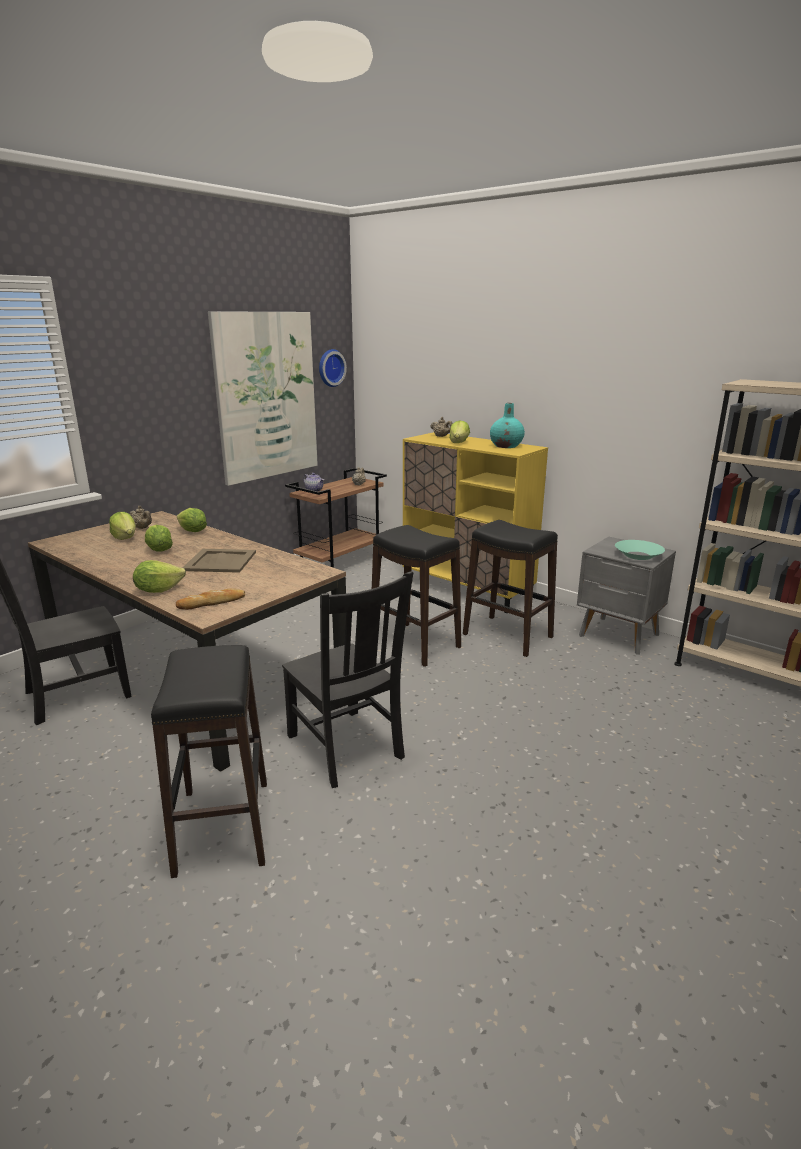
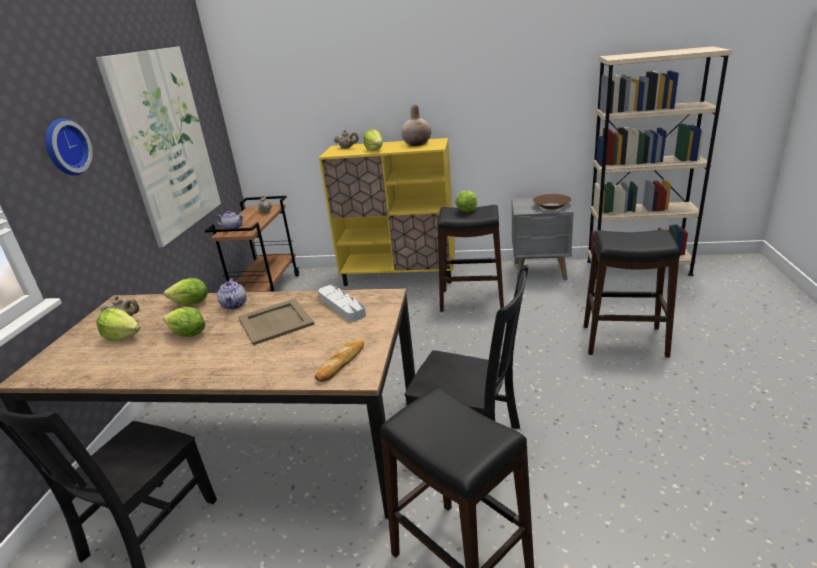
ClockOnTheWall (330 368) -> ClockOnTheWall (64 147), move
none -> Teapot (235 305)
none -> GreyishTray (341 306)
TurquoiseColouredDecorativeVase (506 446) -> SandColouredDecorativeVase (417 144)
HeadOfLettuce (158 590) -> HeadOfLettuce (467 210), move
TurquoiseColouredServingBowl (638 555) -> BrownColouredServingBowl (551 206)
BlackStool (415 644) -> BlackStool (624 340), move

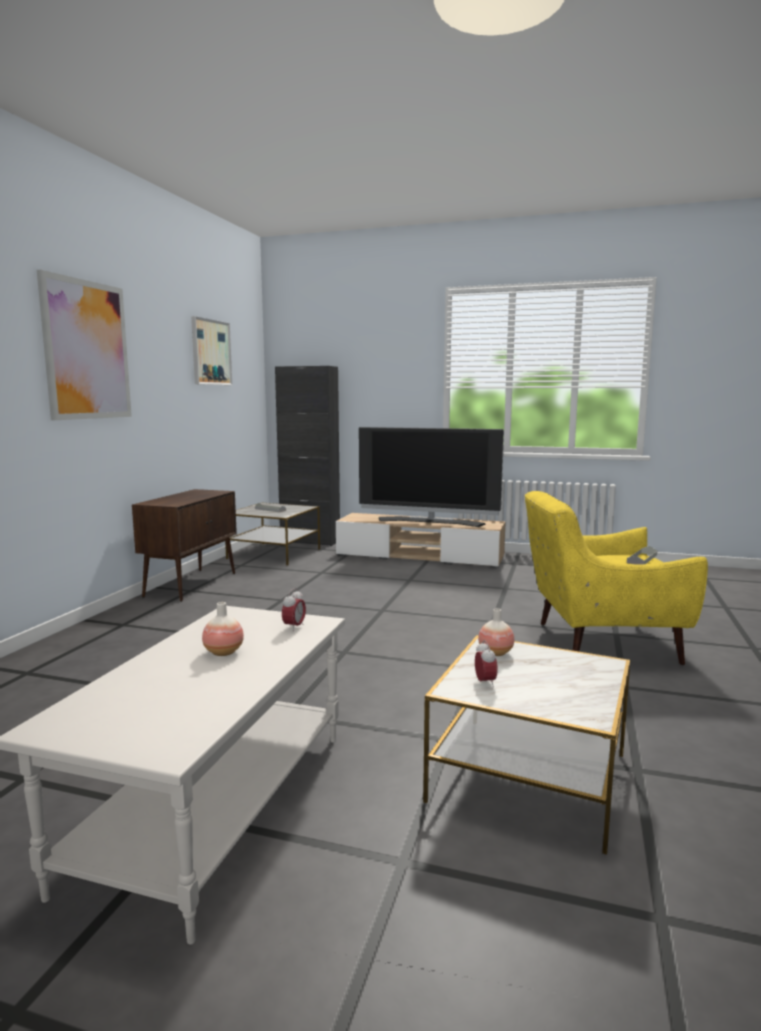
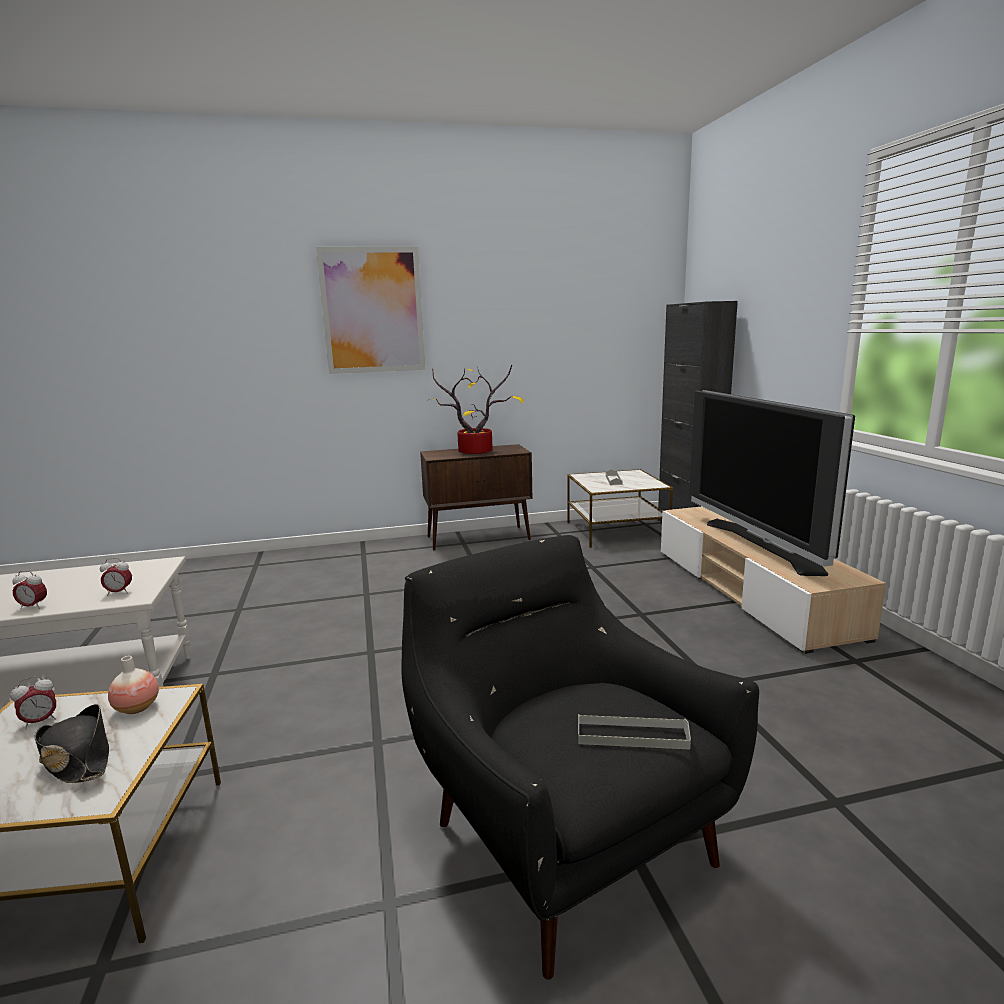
none -> BedsideClock (33 607)
none -> BlackHat (77 757)
YellowColouredEasyChair (597 642) -> BlackEasyChair (564 833)
none -> Houseplant (477 451)
WallArt (210 352) -> none
DecorativeVase (223 652) -> none

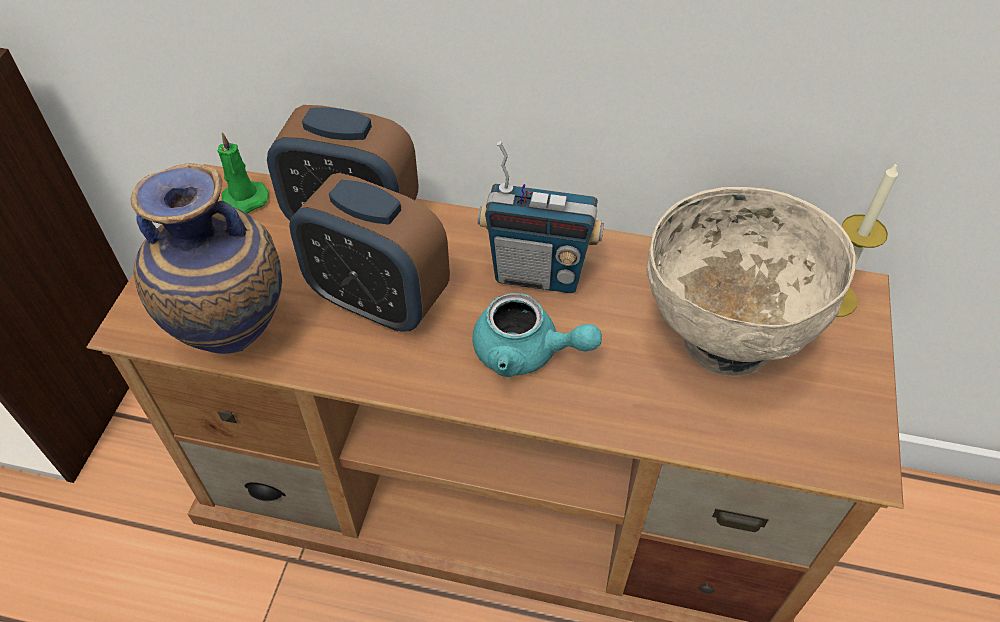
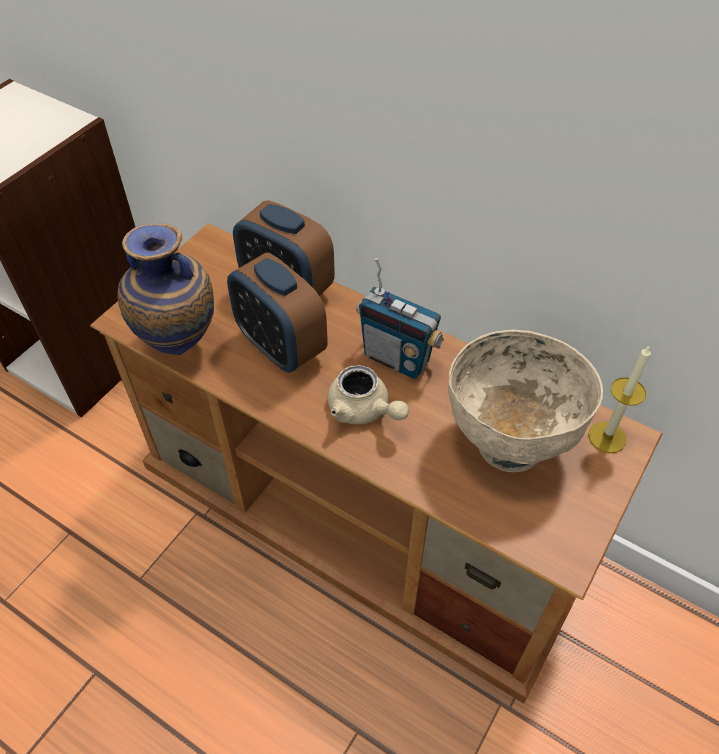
TurquoiseColouredTeapot (527 353) -> SandColouredTeapot (364 410)
GreenColouredCandle (242 202) -> none

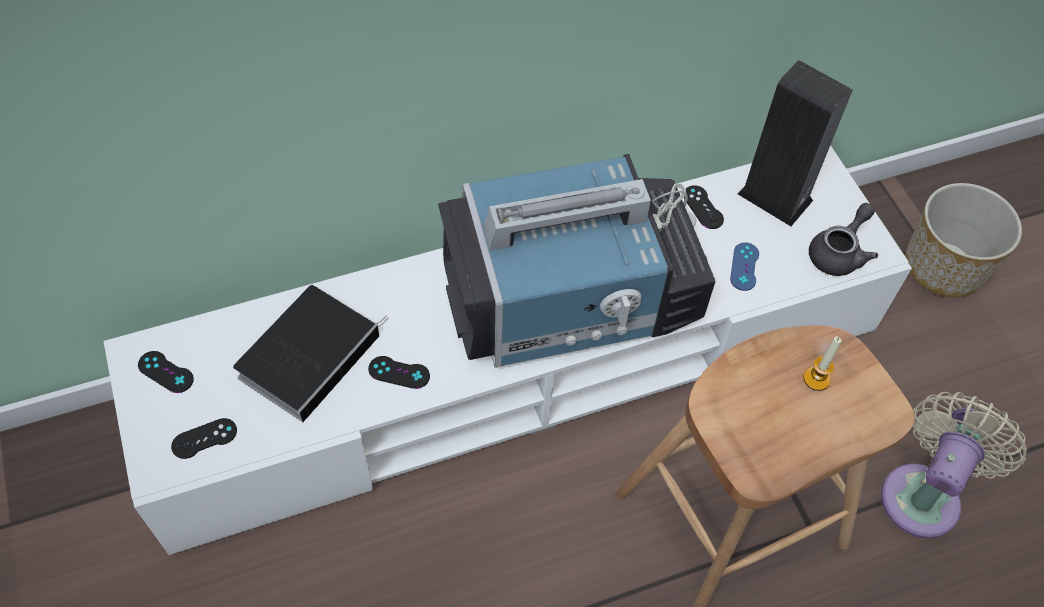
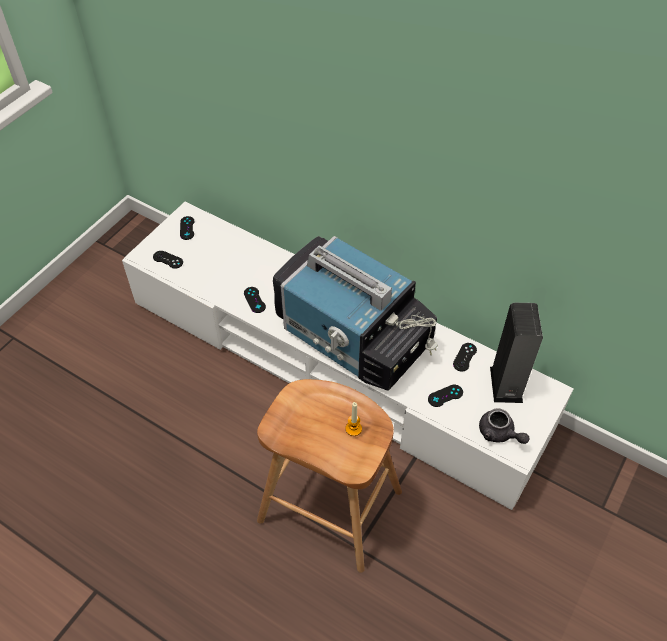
BluishGameController (744 266) -> BlackGameController (445 396)
GreyishTeapot (839 253) -> GreyishTeapot (499 434), 45 degrees clockwise
BoundBook (311 353) -> none
SandColouredElectricFan (924 493) -> none
Planter (943 265) -> none

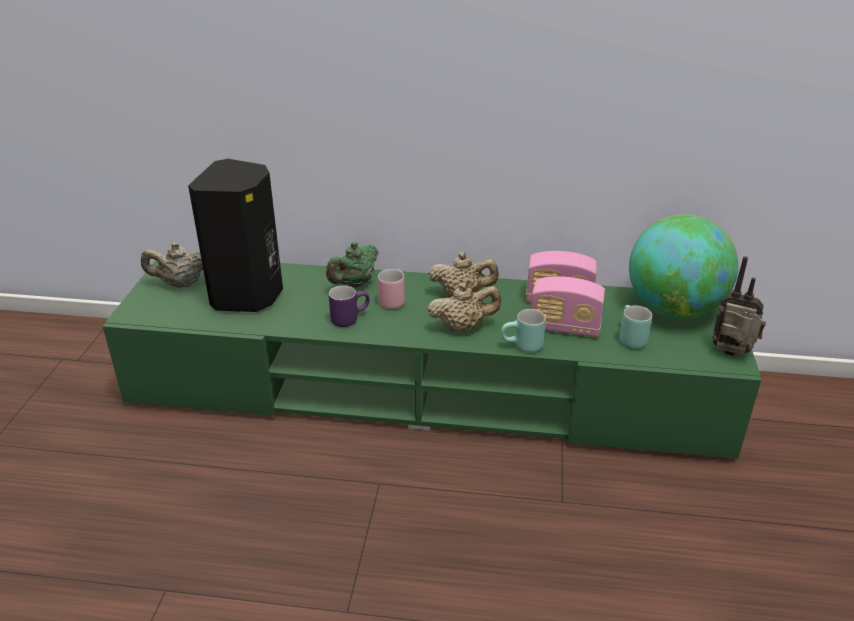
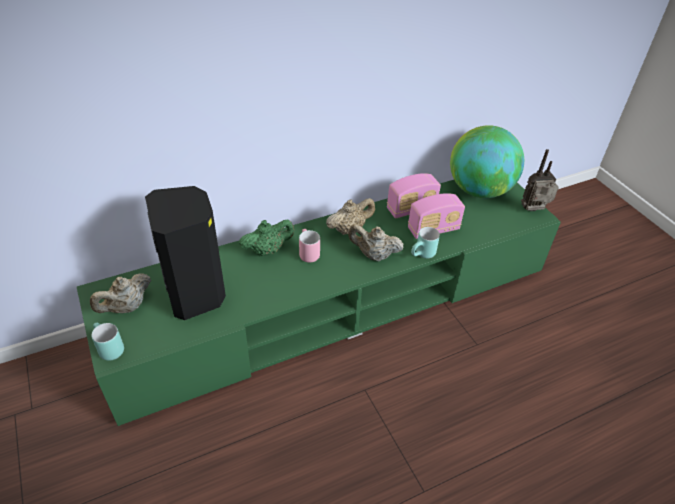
TurquoiseColouredMug (628 338) -> TurquoiseColouredMug (107 349), move
GreenColouredTeapot (354 284) -> GreenColouredTeapot (267 250), 120 degrees counterclockwise
SandColouredTeapot (463 327) -> SandColouredTeapot (374 255), 120 degrees counterclockwise
PurpleColouredMug (349 318) -> none

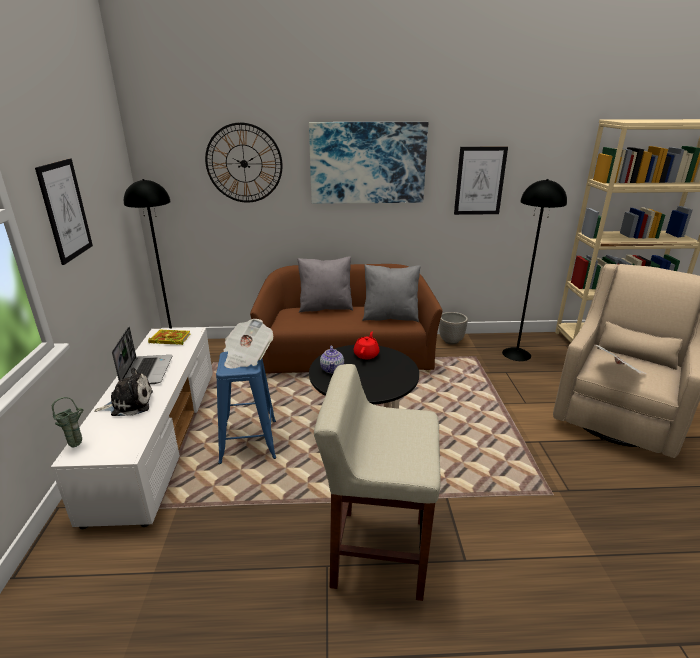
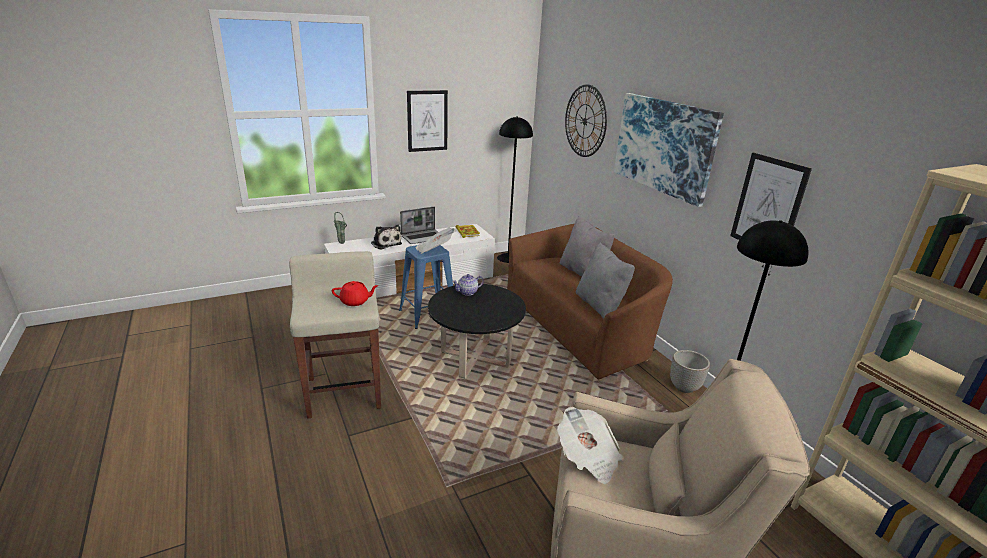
ReddishTeapot (366 354) -> ReddishTeapot (355 301), move

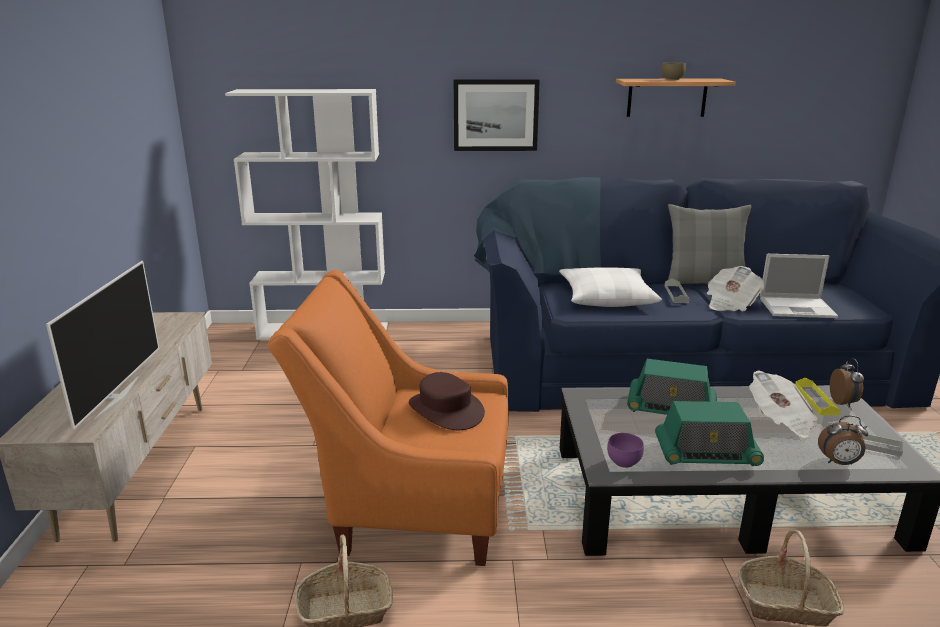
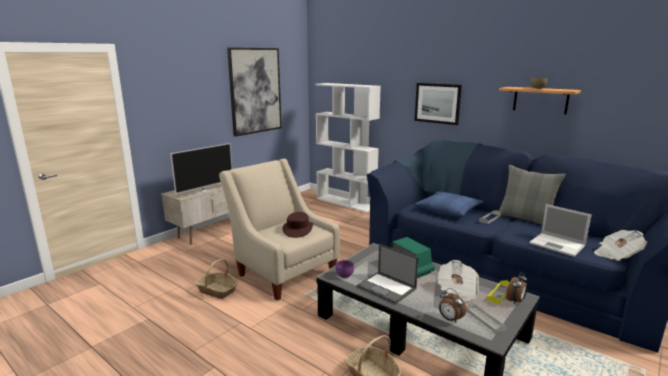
OrangeEasyChair (409 506) -> SandColouredEasyChair (282 271)
none -> WallArt (255 91)
Radio (706 454) -> Laptop (387 288)
WhitishCushion (606 297) -> BluishCushion (448 210)
PrintedPaper (730 303) -> PrintedPaper (617 255), move

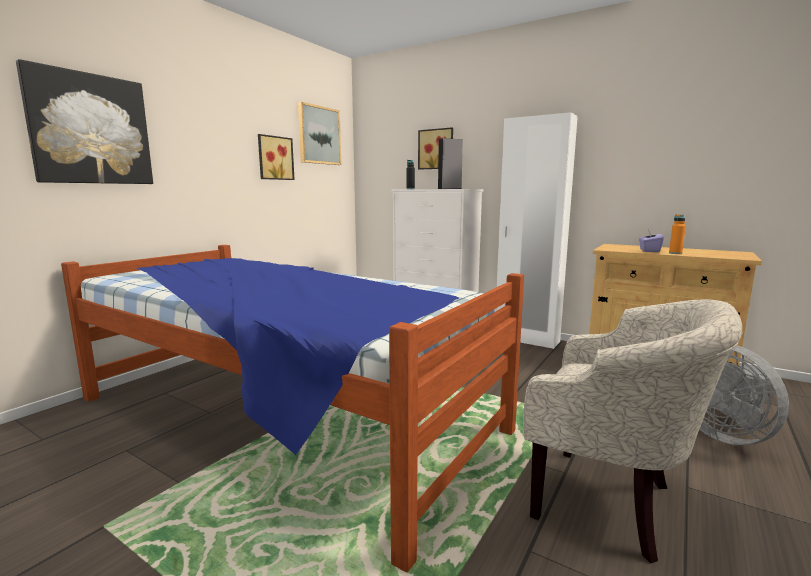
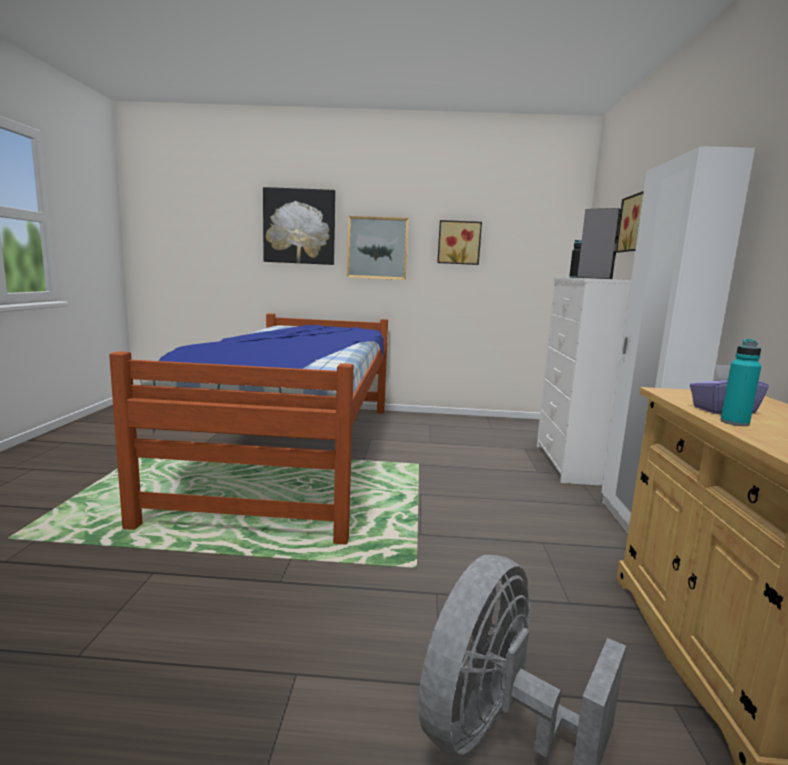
WallArt (319 135) -> WallArt (377 248), move
OrangeBottle (675 253) -> TurquoiseColouredBottle (734 422)
SandColouredEasyChair (611 503) -> none

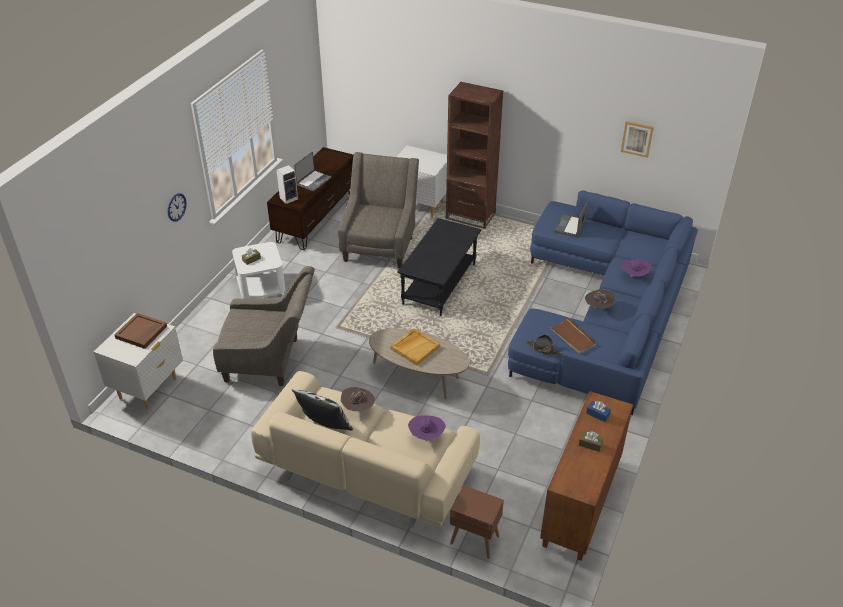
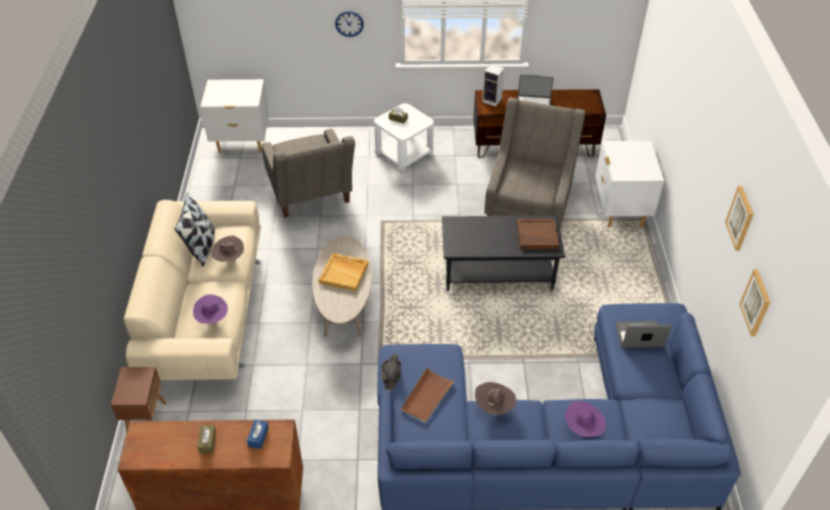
GreyishEasyChair (380 244) -> GreyishEasyChair (529 205), 60 degrees counterclockwise
BrownColouredTray (141 332) -> BrownColouredTray (536 235), move
none -> WallArt (740 218)
BrownColouredShelvingUnit (470 216) -> none

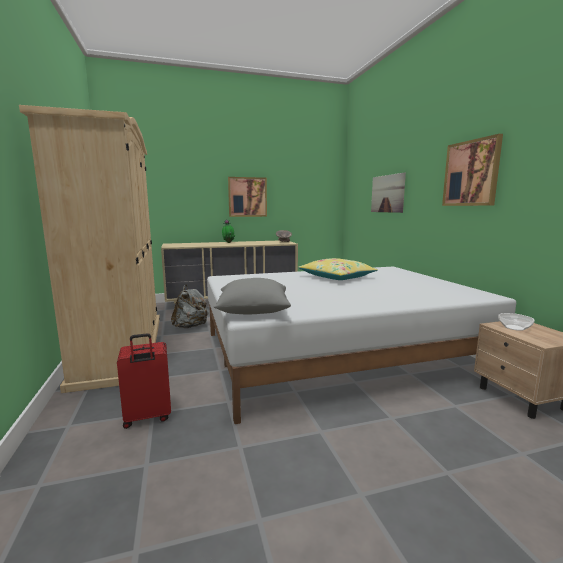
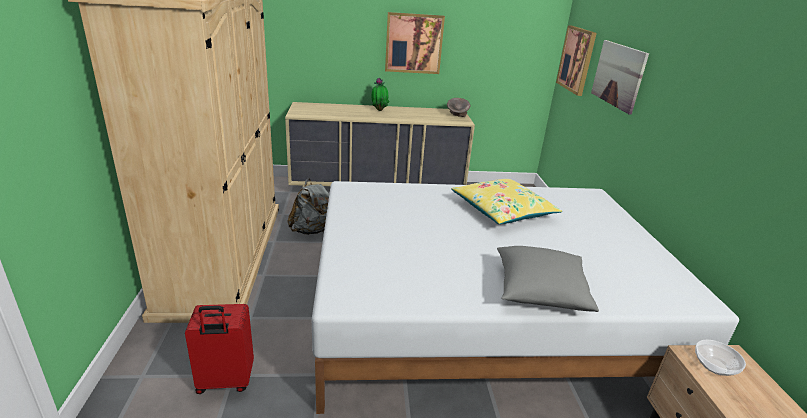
GreyishCushion (253 311) -> GreyishCushion (539 292), move
WallArt (471 173) -> WallArt (576 59), move

